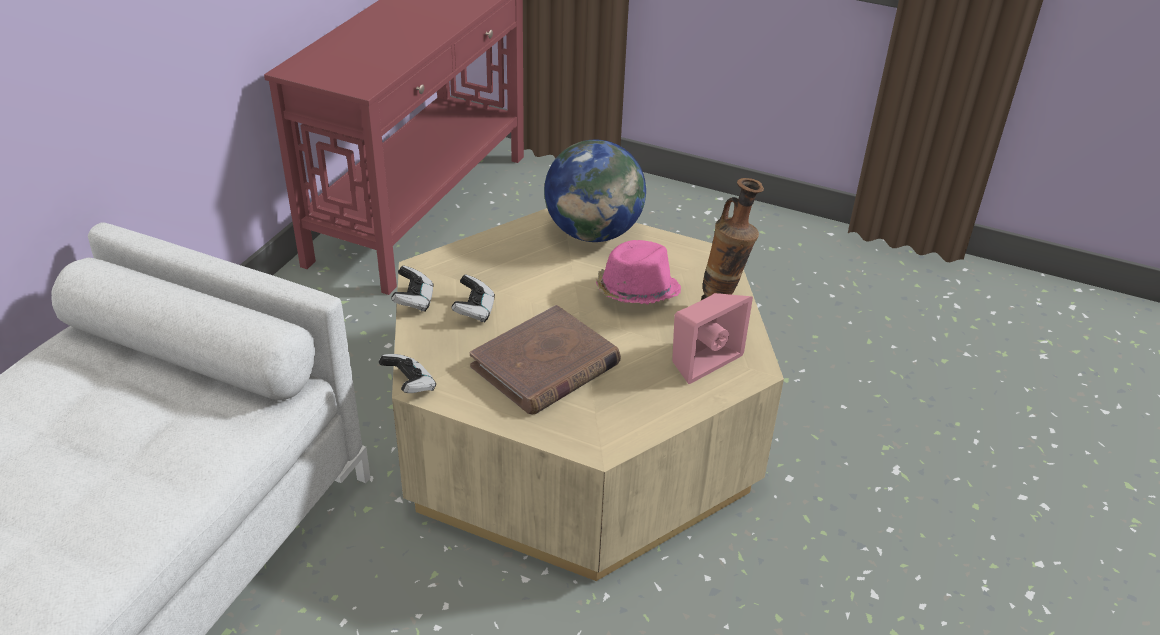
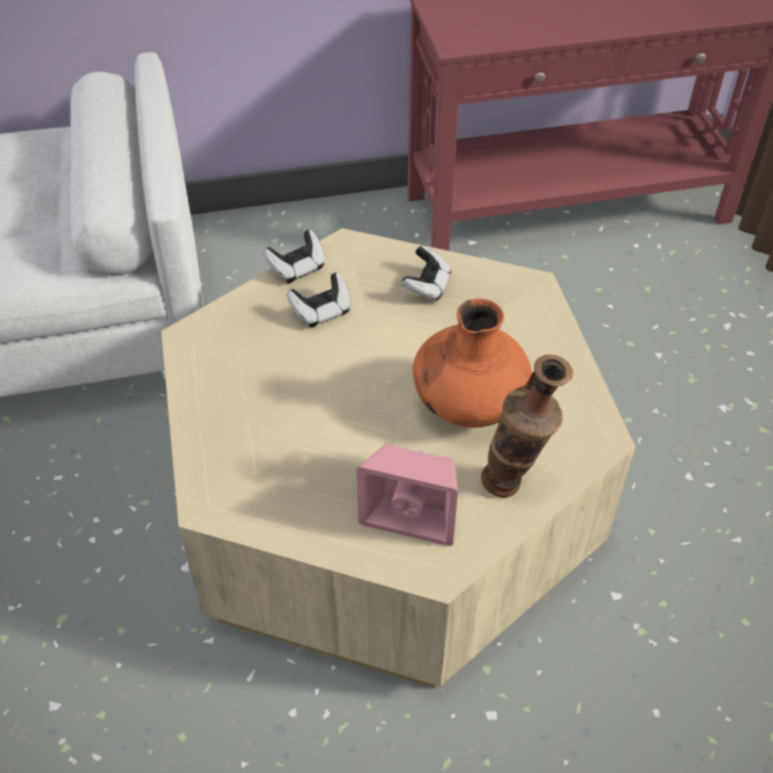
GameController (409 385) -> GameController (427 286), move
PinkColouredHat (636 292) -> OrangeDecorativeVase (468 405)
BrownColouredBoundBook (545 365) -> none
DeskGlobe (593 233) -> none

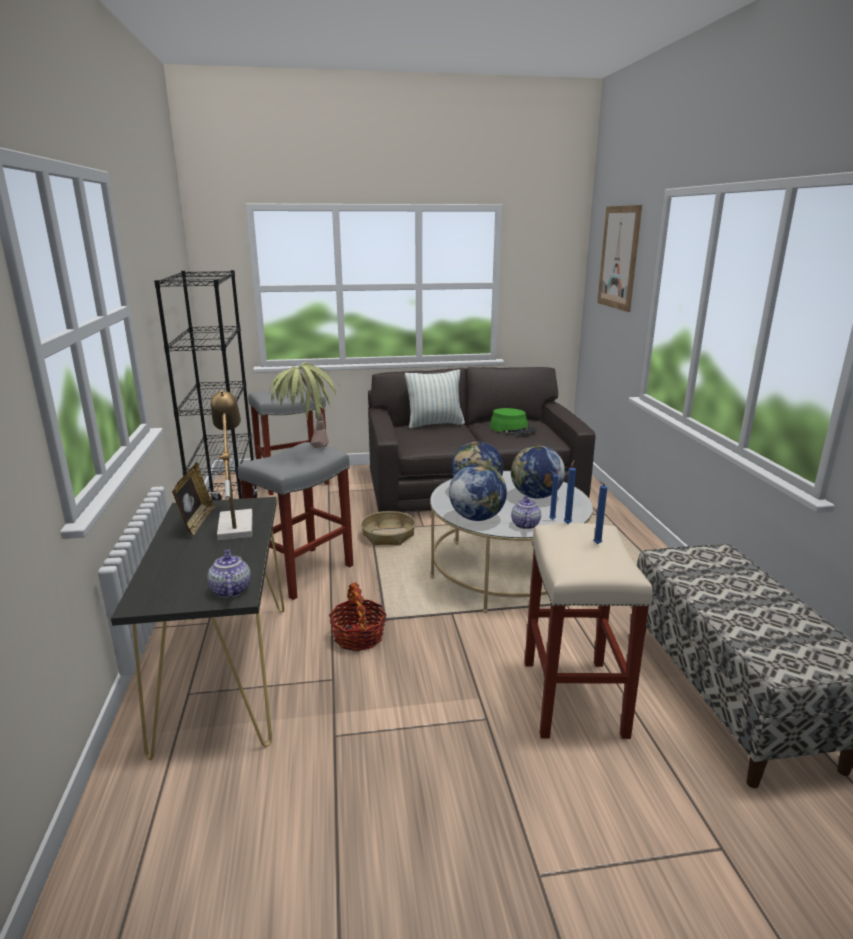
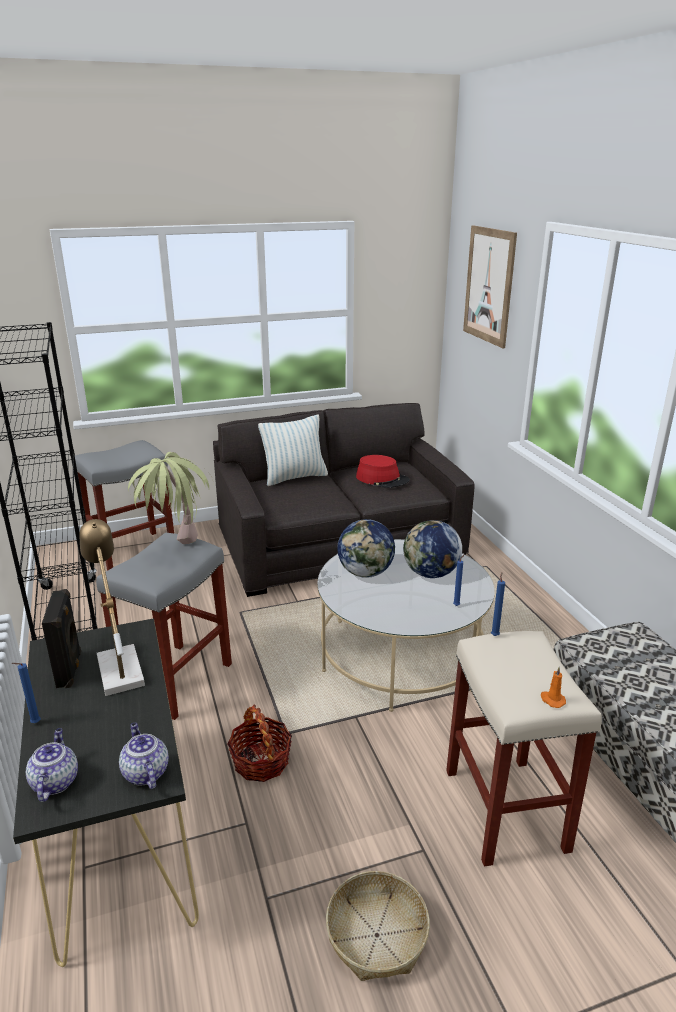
BluishCandle (596 544) -> BluishCandle (34 723), move
Teapot (525 524) -> Teapot (55 781), move
PhotoFrame (196 522) -> BlackAudioSpeaker (70 669)
HouseholdBasket (388 535) -> HouseholdBasket (376 935), move
GreenColouredHat (512 429) -> ReddishHat (382 479)
none -> OrangeCandle (552 700)
DeskGlobe (476 517) -> none

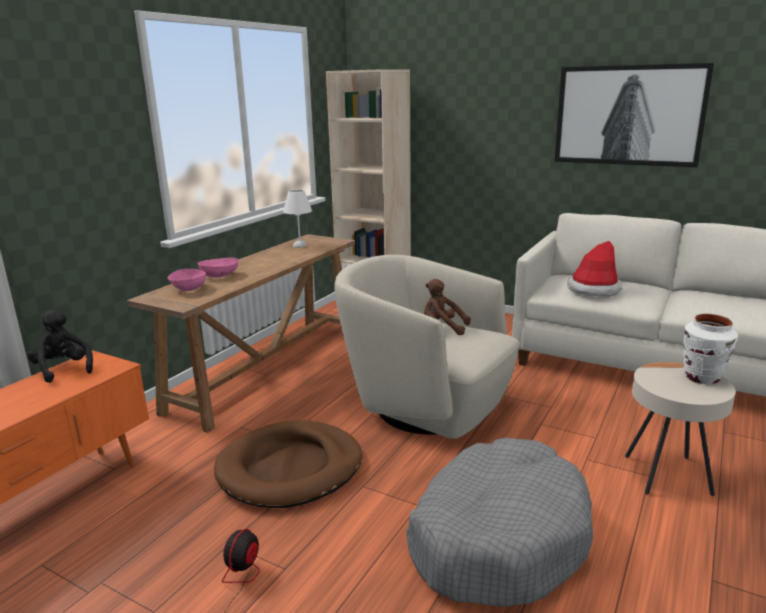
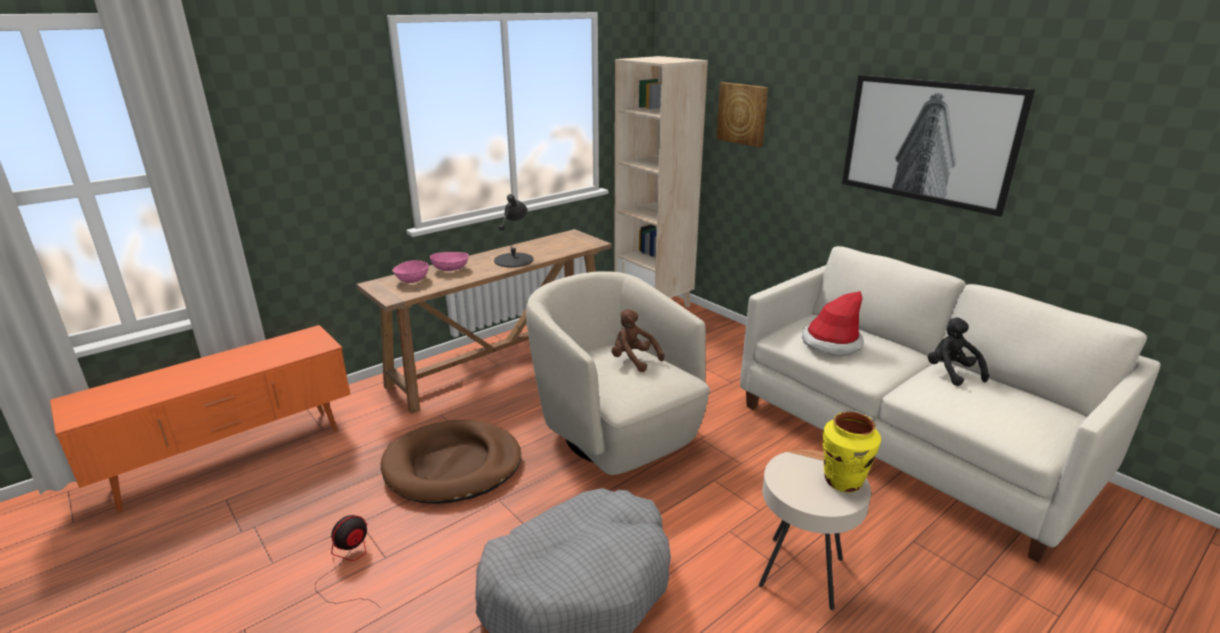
none -> BlackTabletopLamp (514 260)
none -> WallArt (742 114)
WhitishDecorativeVase (702 378) -> YellowColouredDecorativeVase (843 481)
BlackPlushToy (63 369) -> BlackPlushToy (951 373), move
WhitishTabletopLamp (299 246) -> none

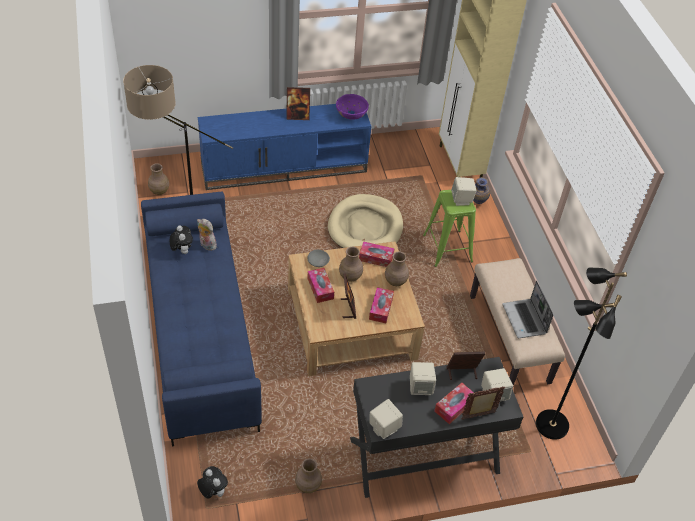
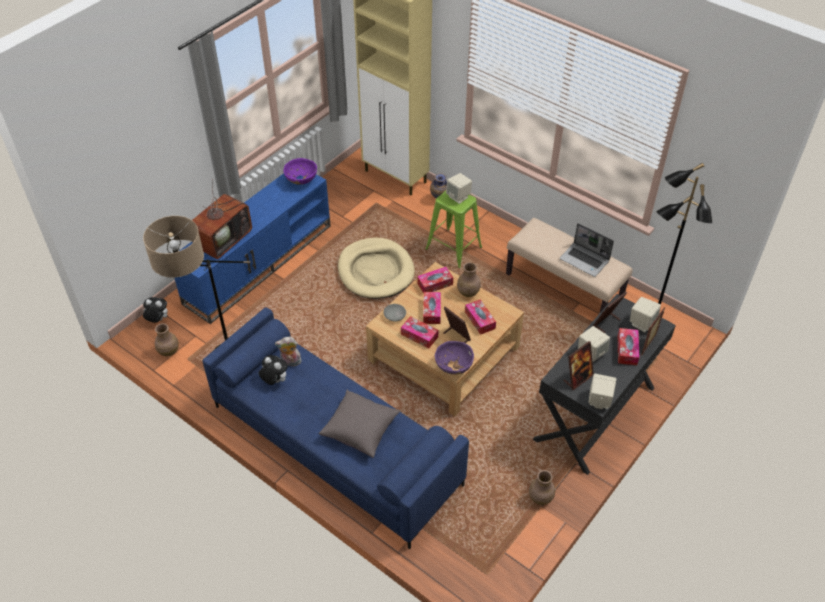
PlushToy (213 492) -> PlushToy (157 320), move
none -> Tv (223 239)
none -> GreyishCushion (360 429)
BrownColouredDecorativeVase (350 277) -> TissueHolder (431 311)
none -> PurpleColouredServingBowl (453 367)
PhotoFrame (297 116) -> PhotoFrame (578 378), move

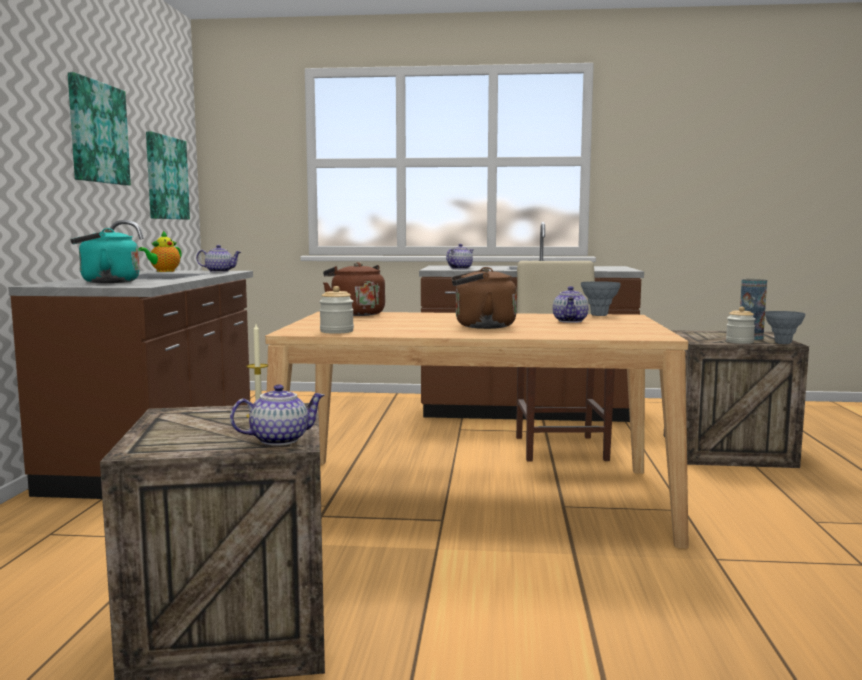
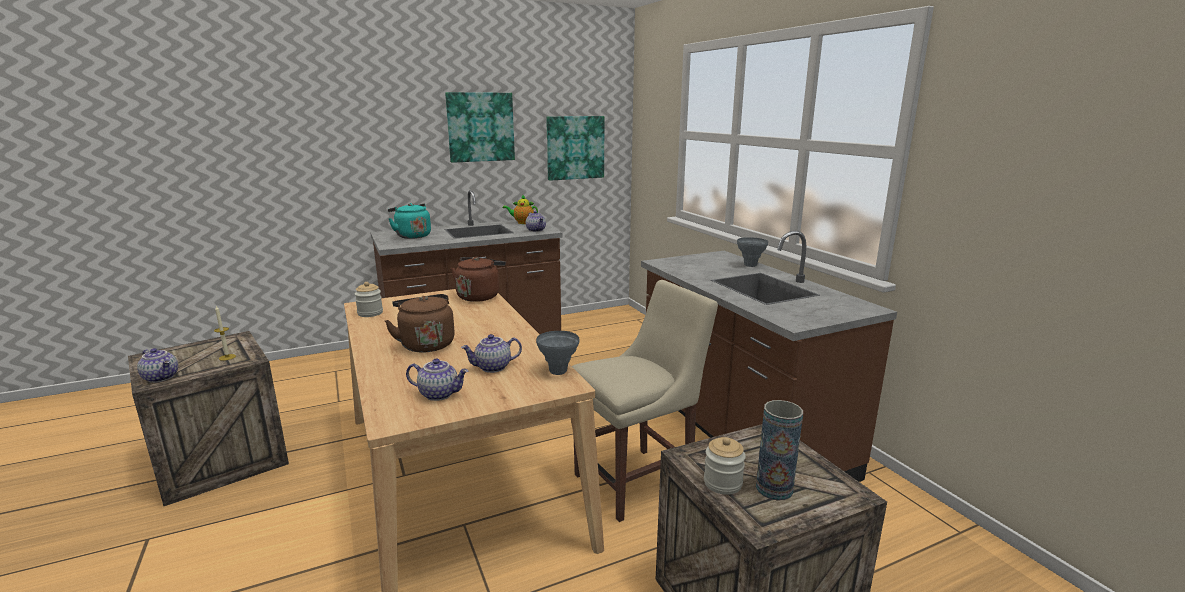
Teapot (459 268) -> Teapot (439 394), move
GreyishDecorativeVase (782 343) -> GreyishDecorativeVase (750 265), move

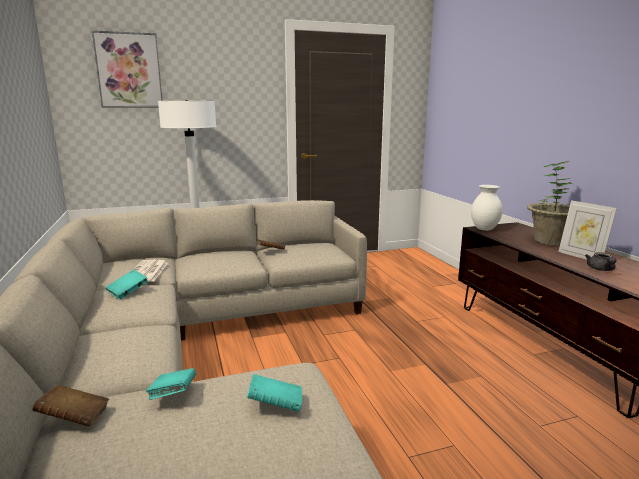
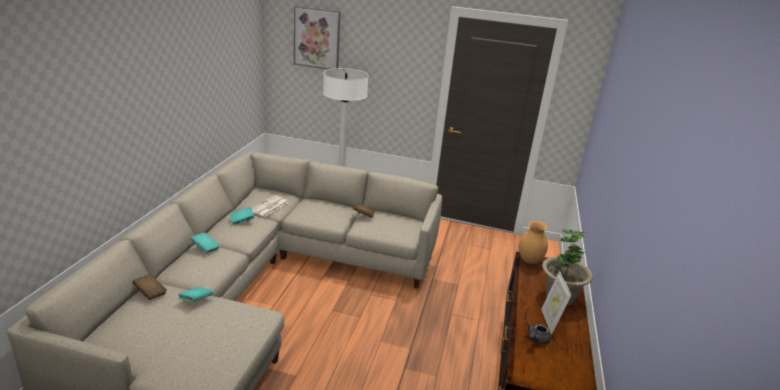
TurquoiseColouredBoundBook (275 405) -> TurquoiseColouredBoundBook (205 248), move
WhitishDecorativeVase (485 229) -> BrownColouredDecorativeVase (530 261)

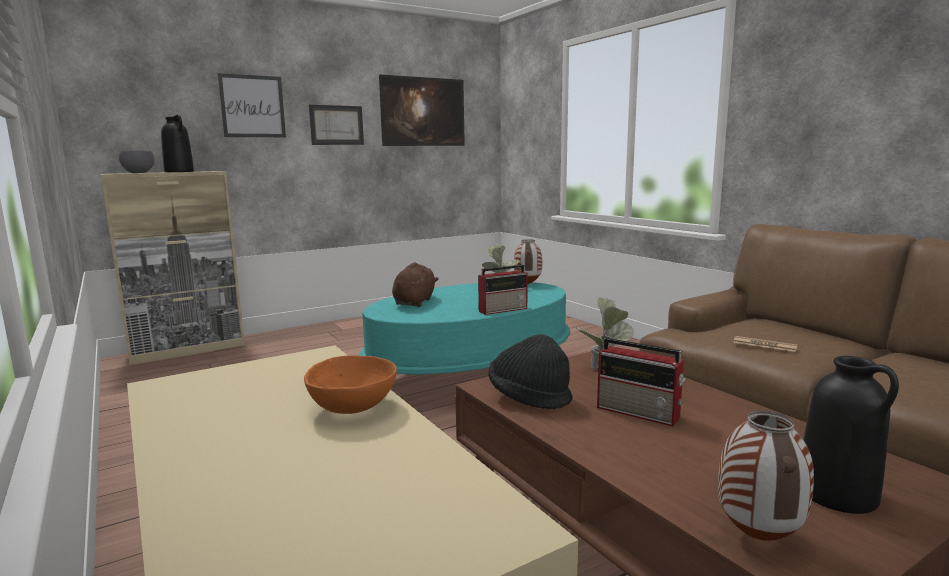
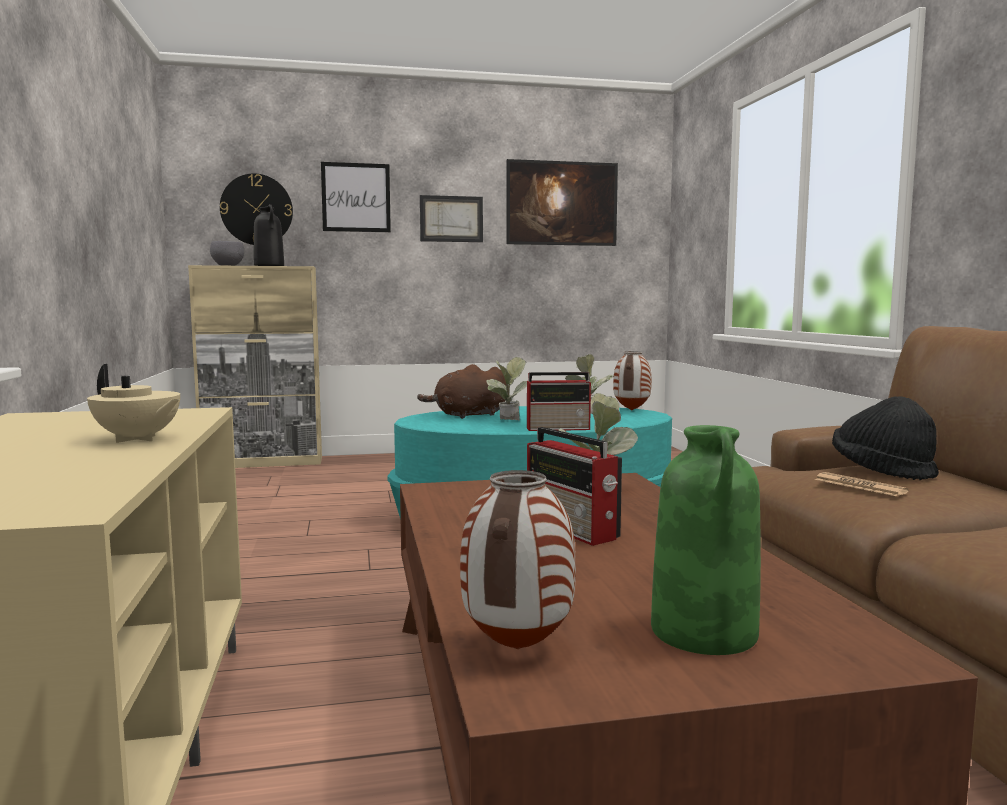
OrangeServingBowl (352 408) -> SandColouredTeapot (137 439)
none -> ClockOnTheWall (256 209)
BrownColouredPlushToy (415 302) -> BrownColouredPlushToy (468 415), 150 degrees counterclockwise
none -> Houseplant (506 422)
BlackDecorativeVase (839 494) -> GreenColouredDecorativeVase (705 633)
BlackHat (529 397) -> BlackHat (881 471), move

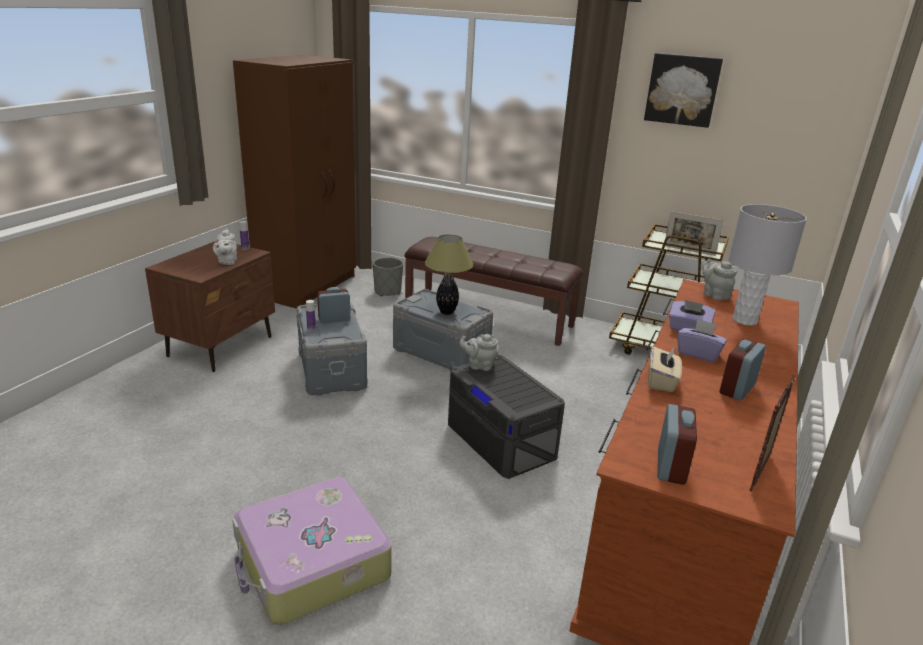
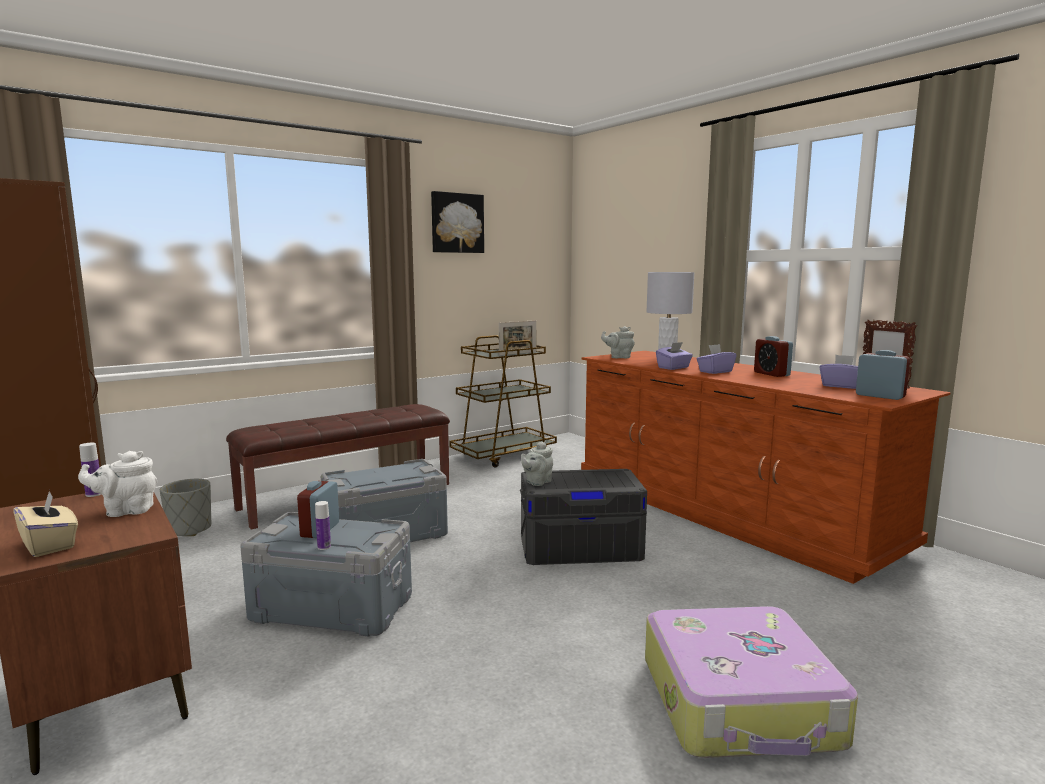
SandColouredTissueHolder (661 381) -> SandColouredTissueHolder (49 545), move
WhitishTeapot (227 262) -> WhitishTeapot (126 511), 135 degrees clockwise
none -> PurpleColouredTissueHolder (841 386)
TabletopLamp (446 312) -> none

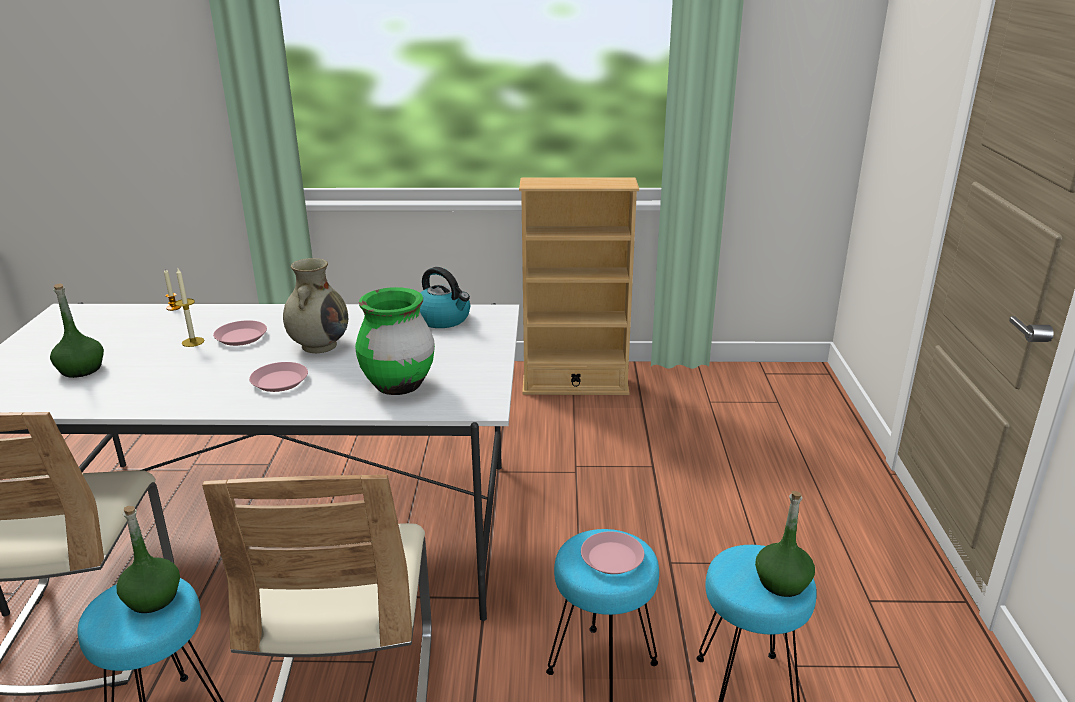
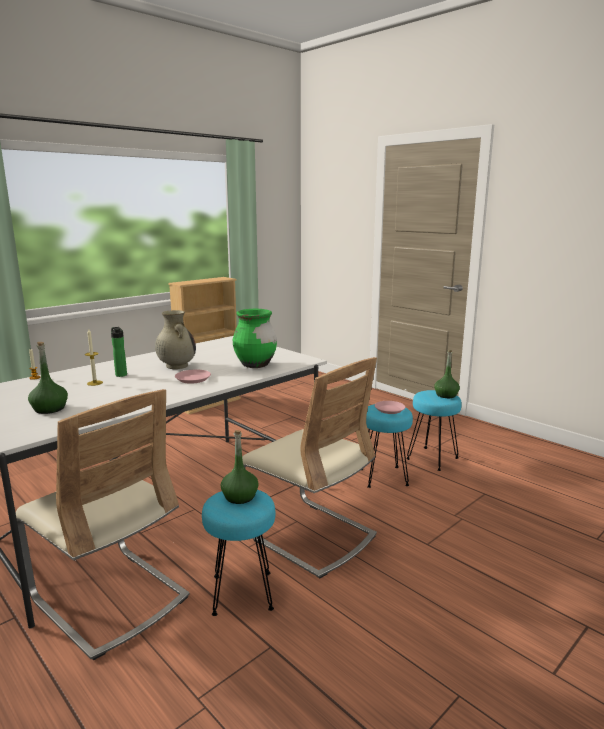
PinkColouredDinnerPlate (241 337) -> Bottle (121 374)
Kettle (443 319) -> none

